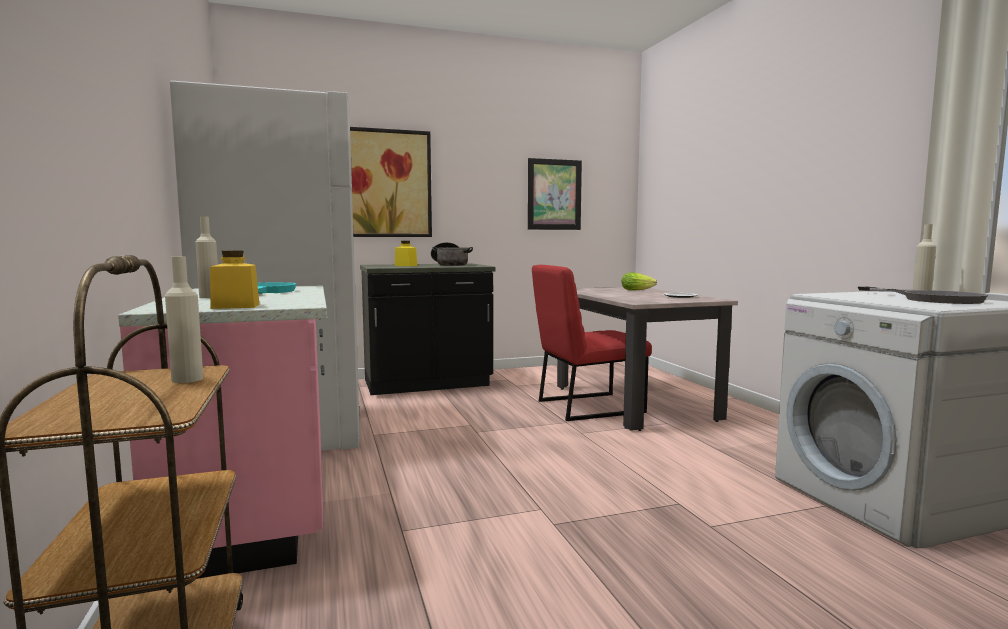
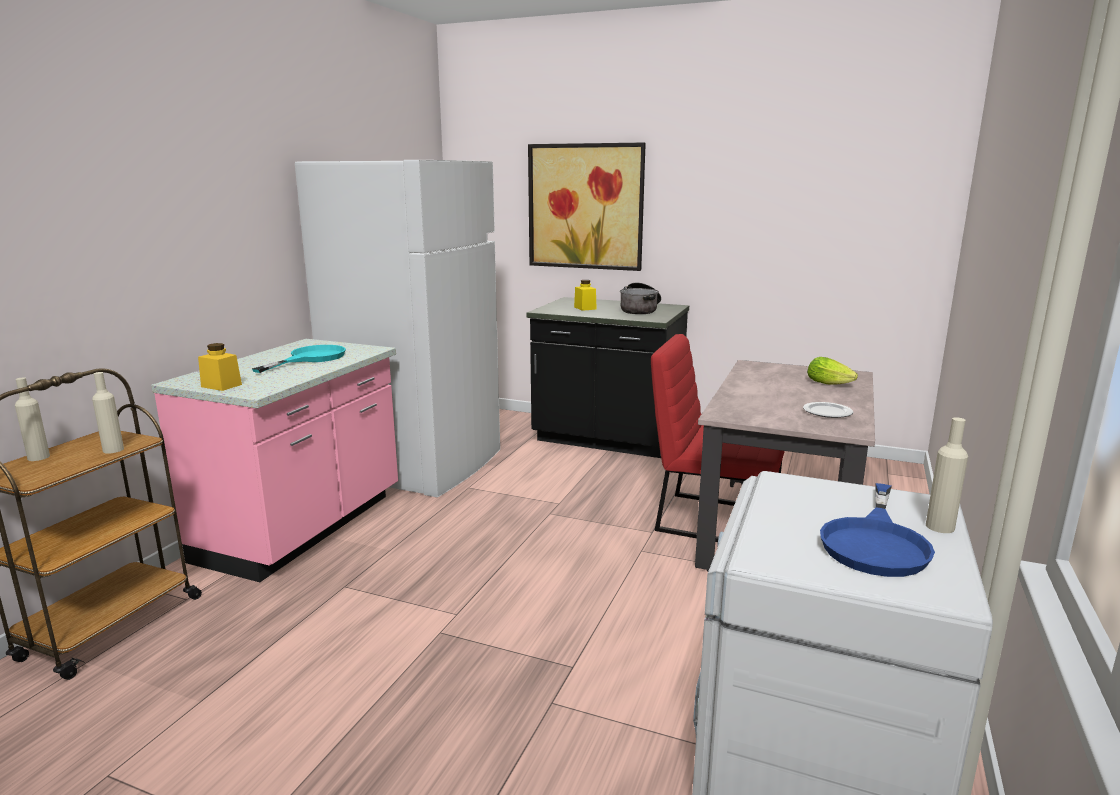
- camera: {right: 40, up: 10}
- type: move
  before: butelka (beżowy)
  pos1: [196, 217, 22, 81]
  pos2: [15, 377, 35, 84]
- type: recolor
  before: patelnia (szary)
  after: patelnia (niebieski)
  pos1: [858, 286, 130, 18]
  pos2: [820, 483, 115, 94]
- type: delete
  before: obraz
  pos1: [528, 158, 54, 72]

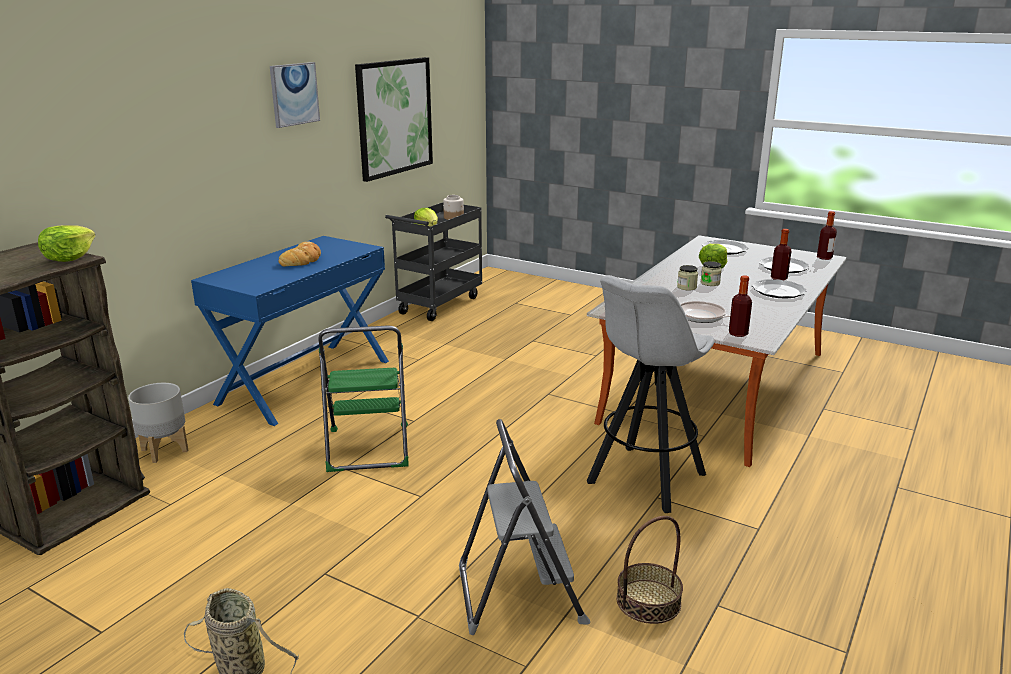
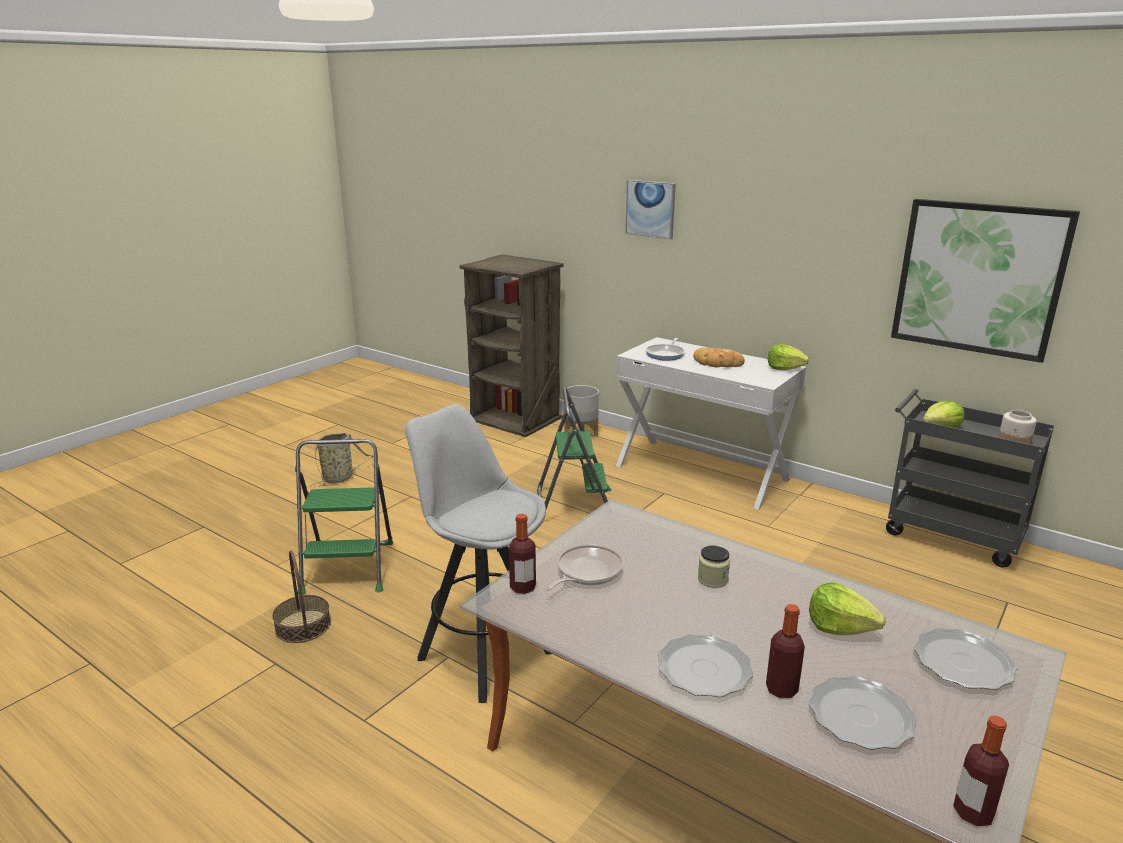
- camera: {right: 95, up: 0}
- type: recolor
  before: drabinka (szary)
  after: drabinka (zielony)
  pos1: [459, 419, 131, 216]
  pos2: [295, 439, 98, 156]
- type: recolor
  before: stolik konsolowy (niebieski)
  after: stolik konsolowy (biały)
  pos1: [191, 236, 198, 190]
  pos2: [616, 337, 190, 173]
- type: move
  before: obraz
  pos1: [270, 62, 50, 66]
  pos2: [625, 180, 51, 59]
- type: insert
  after: patelnia
  pos2: [646, 338, 39, 23]
- type: move
  before: sałata
  pos1: [38, 225, 57, 37]
  pos2: [768, 344, 41, 26]
- type: delete
  before: słoik
  pos1: [700, 261, 22, 25]

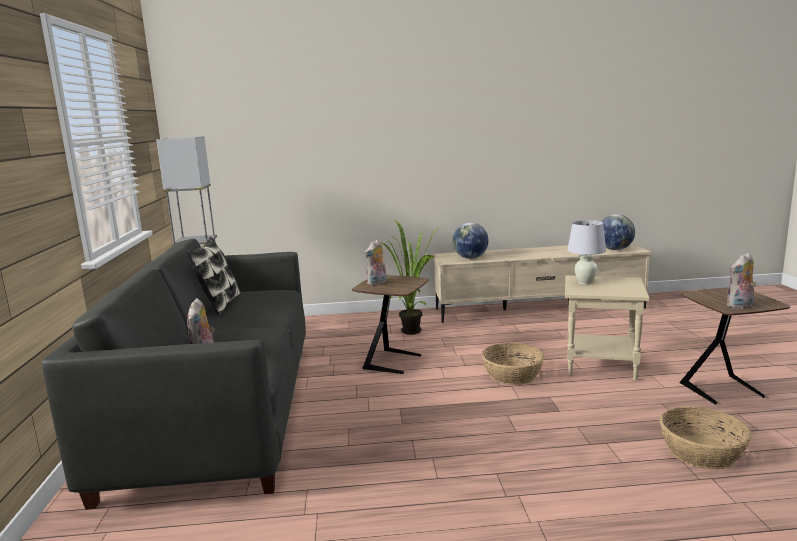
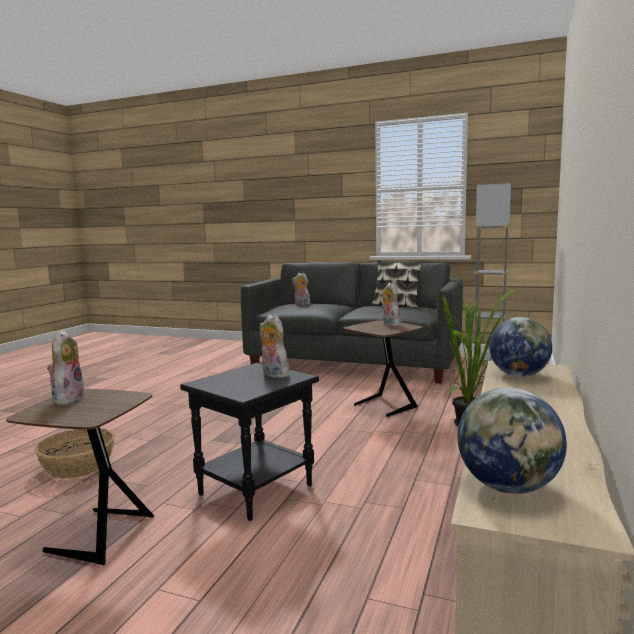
- camera: {right: 115, up: -5}
- type: recolor
  before: stolik (beżowy)
  after: stolik (czarny)
  pos1: [565, 275, 84, 105]
  pos2: [180, 363, 139, 158]
- type: replace
  before: lampa stołowa (biały)
  after: pluszak
  pos1: [567, 220, 39, 65]
  pos2: [260, 314, 31, 64]
- type: delete
  before: koszyk
  pos1: [481, 343, 63, 42]

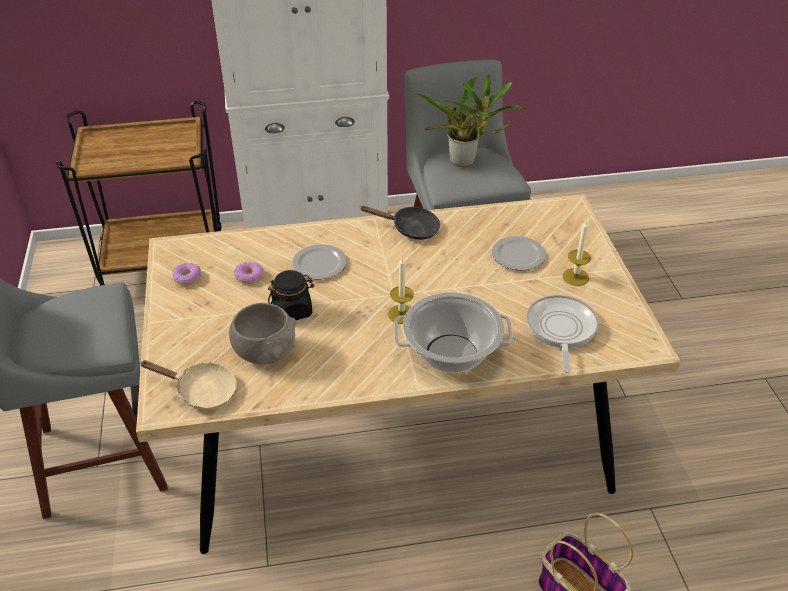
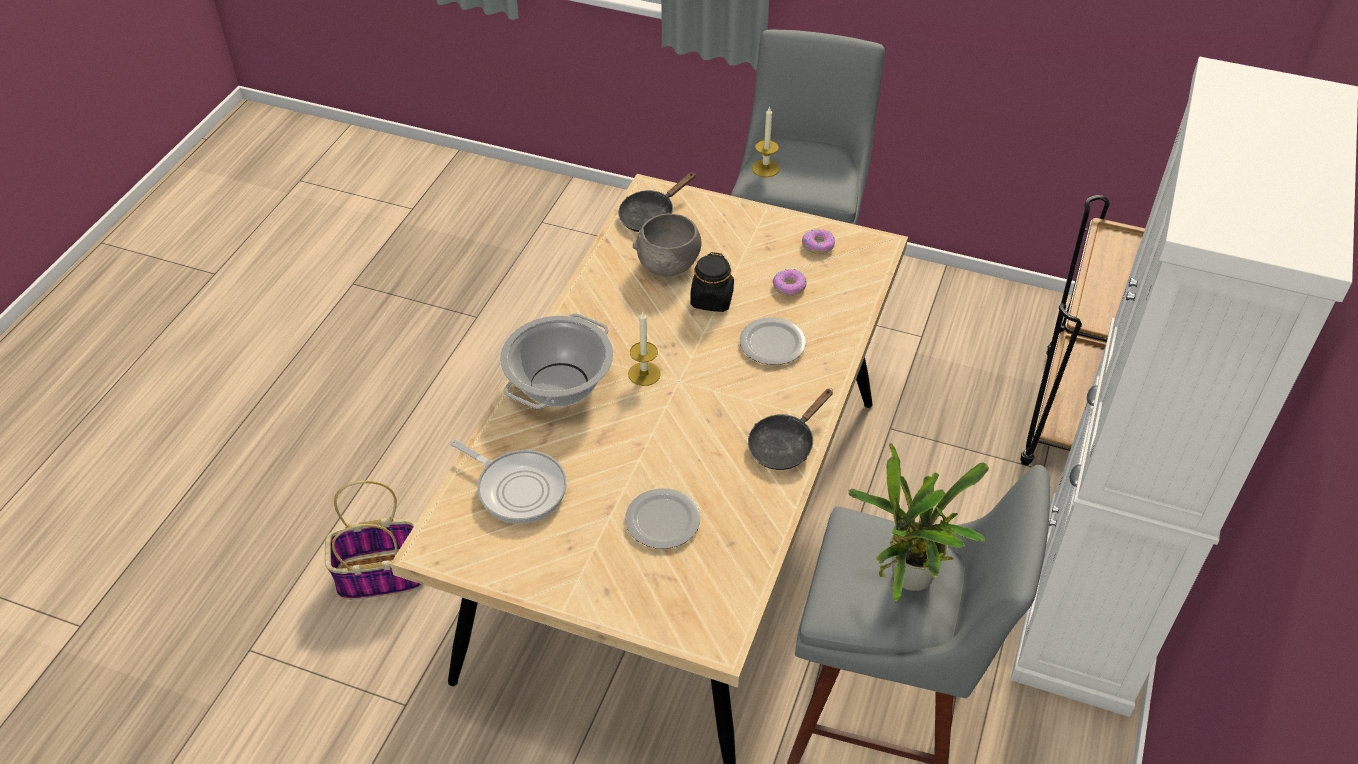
- camera: {right: 120, up: 5}
- type: recolor
  before: patelnia (beżowy)
  after: patelnia (czarny)
  pos1: [140, 360, 97, 50]
  pos2: [618, 172, 77, 60]
- type: move
  before: świeca
  pos1: [562, 220, 29, 66]
  pos2: [752, 106, 28, 71]

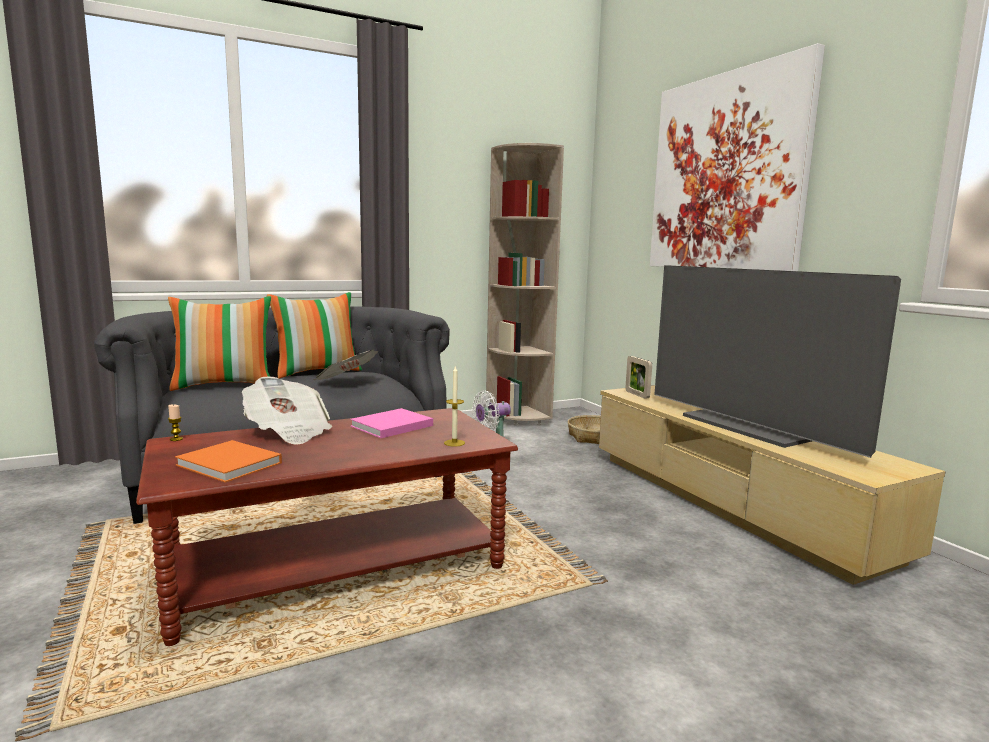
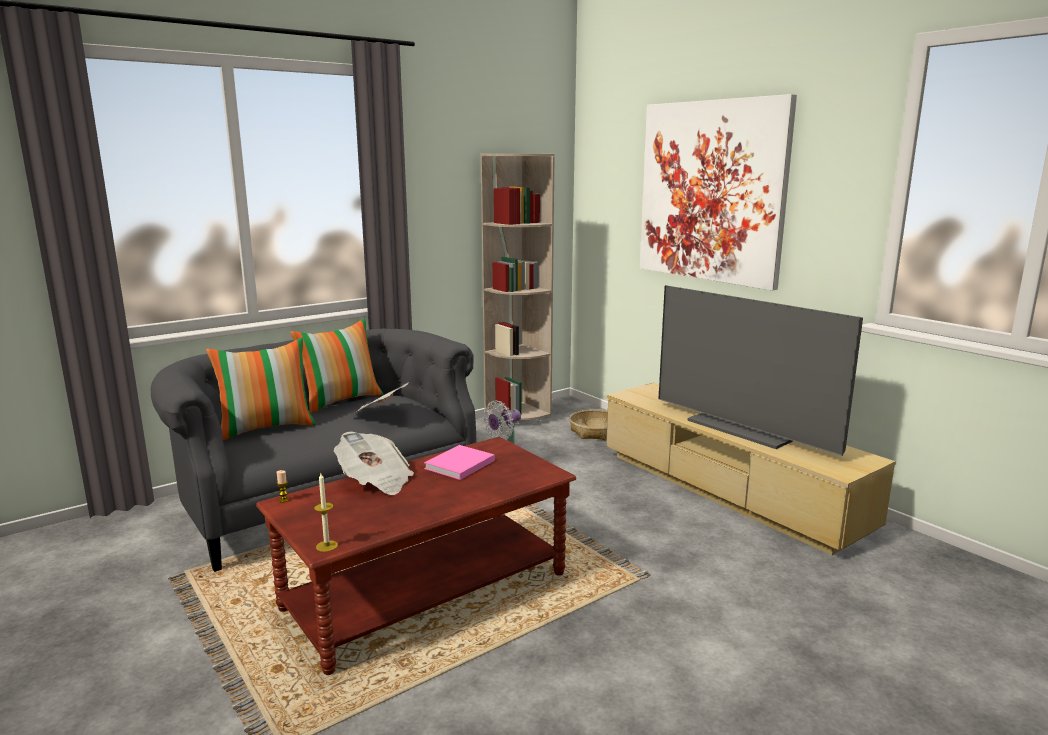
- camera: {right: -10, up: 5}
- type: move
  before: świeca
  pos1: [444, 366, 21, 81]
  pos2: [314, 473, 24, 79]
- type: delete
  before: książka (pomarańczowy)
  pos1: [175, 440, 107, 43]
- type: delete
  before: ramka na zdjęcie
  pos1: [625, 356, 27, 43]

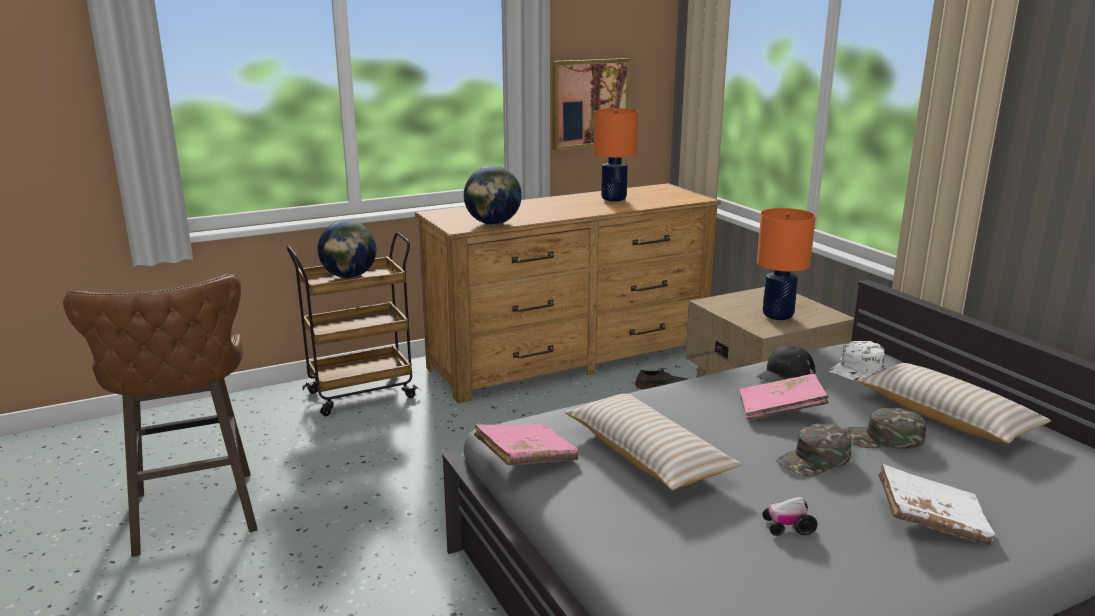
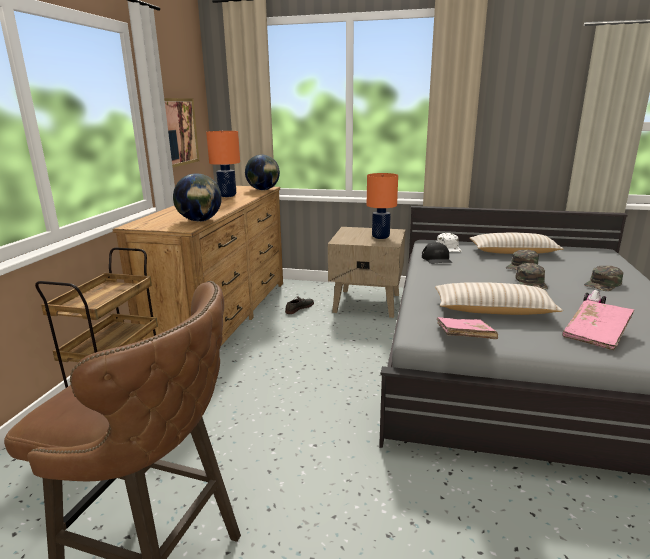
- camera: {right: -50, up: 0}
- type: move
  before: globus
  pos1: [318, 220, 58, 58]
  pos2: [245, 155, 35, 35]
- type: move
  before: książka (różowy)
  pos1: [739, 374, 90, 46]
  pos2: [562, 300, 72, 50]
- type: replace
  before: książka (biały)
  after: czapka z daszkiem (zielony)
  pos1: [878, 464, 117, 82]
  pos2: [584, 266, 39, 25]

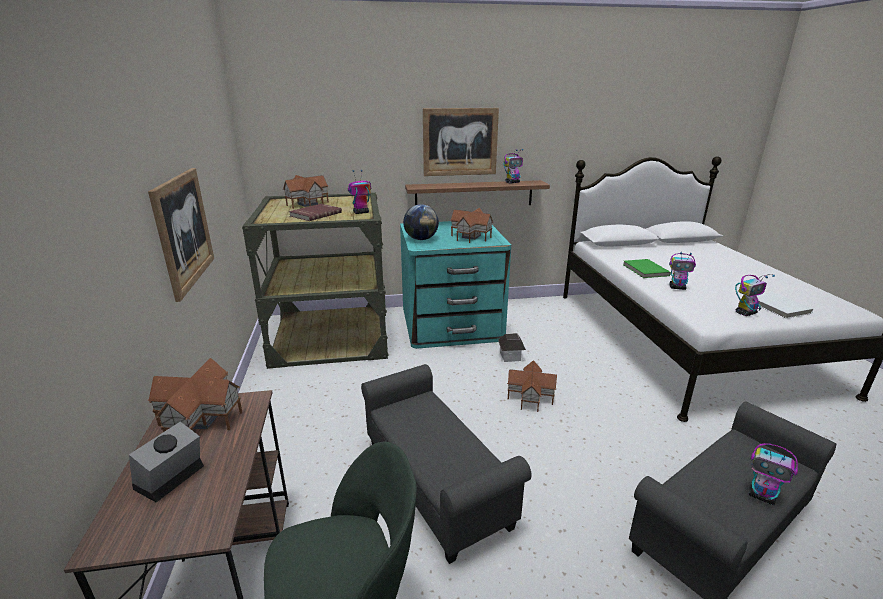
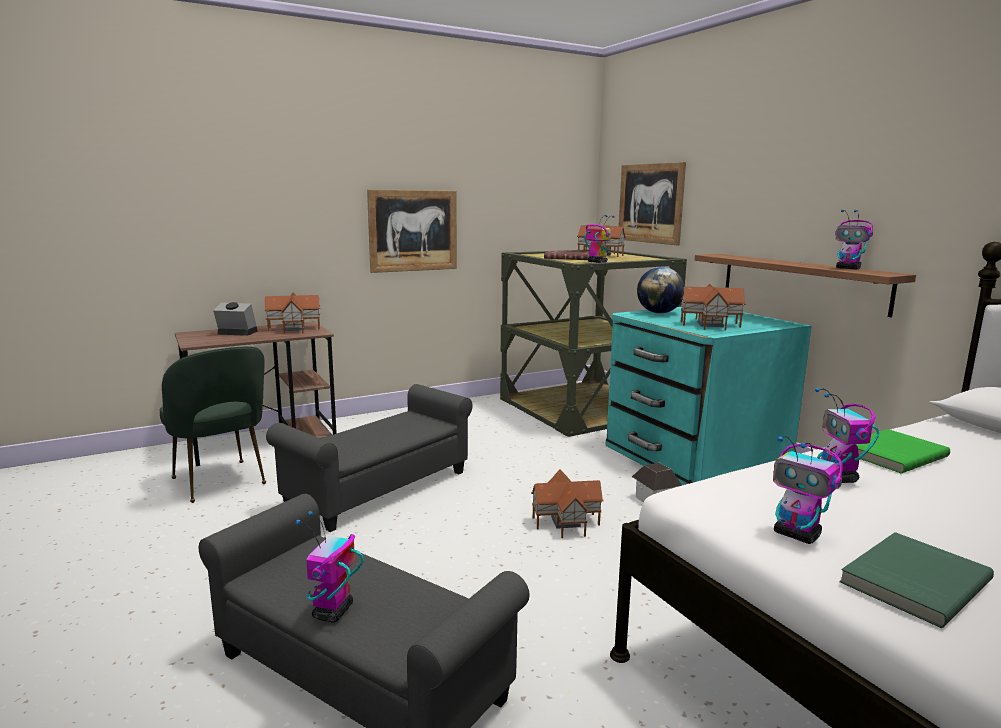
- camera: {right: 70, up: -10}
- type: move
  before: obraz
  pos1: [423, 108, 76, 68]
  pos2: [619, 162, 67, 83]
- type: recolor
  before: książka (biały)
  after: książka (zielony)
  pos1: [757, 291, 56, 27]
  pos2: [840, 532, 154, 96]

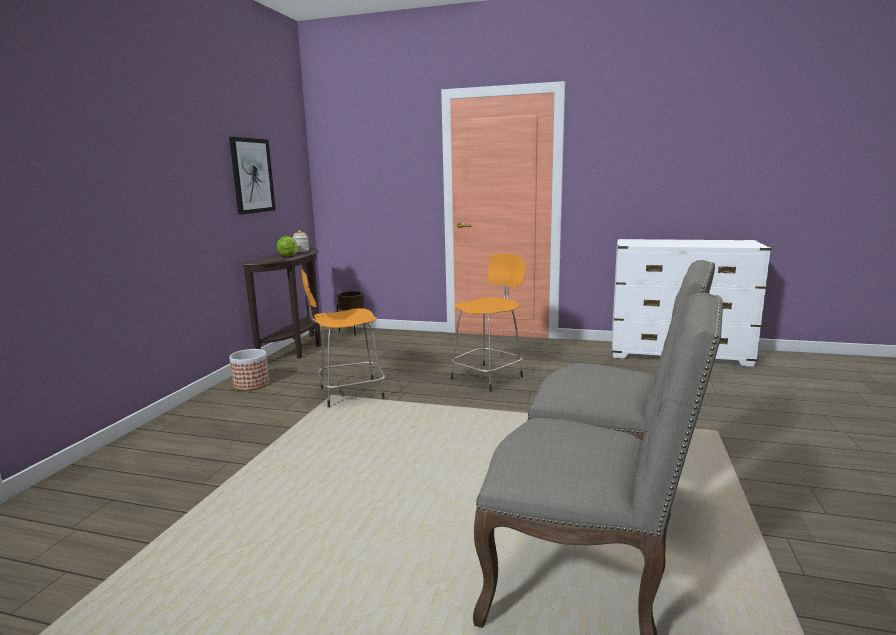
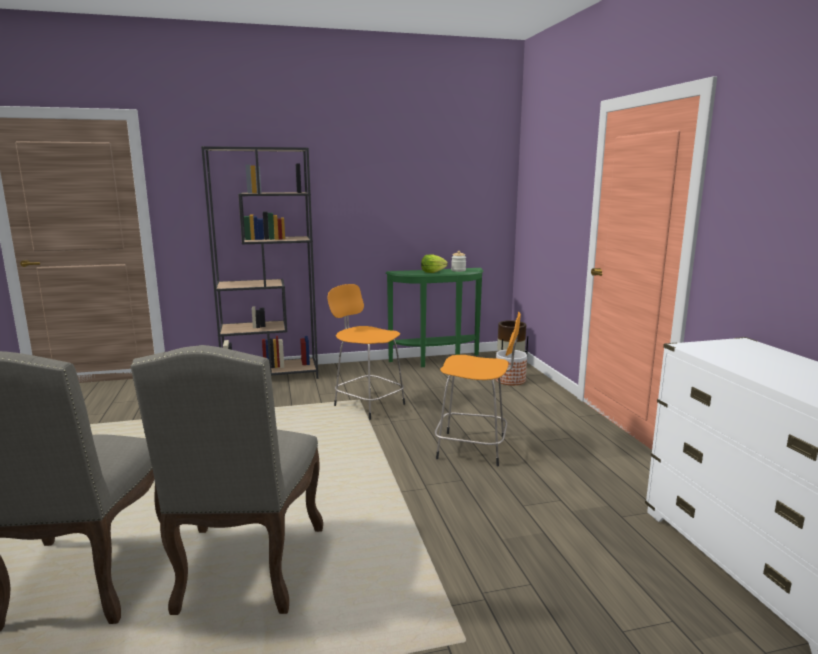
- camera: {right: 60, up: 0}
- type: insert
  after: regał
  pos2: [201, 146, 117, 233]
- type: recolor
  before: stolik konsolowy (brązowy)
  after: stolik konsolowy (zielony)
  pos1: [242, 248, 79, 110]
  pos2: [385, 268, 98, 99]
- type: move
  before: donica
  pos1: [229, 349, 40, 42]
  pos2: [495, 350, 32, 35]
- type: delete
  before: obraz
  pos1: [229, 137, 47, 78]

